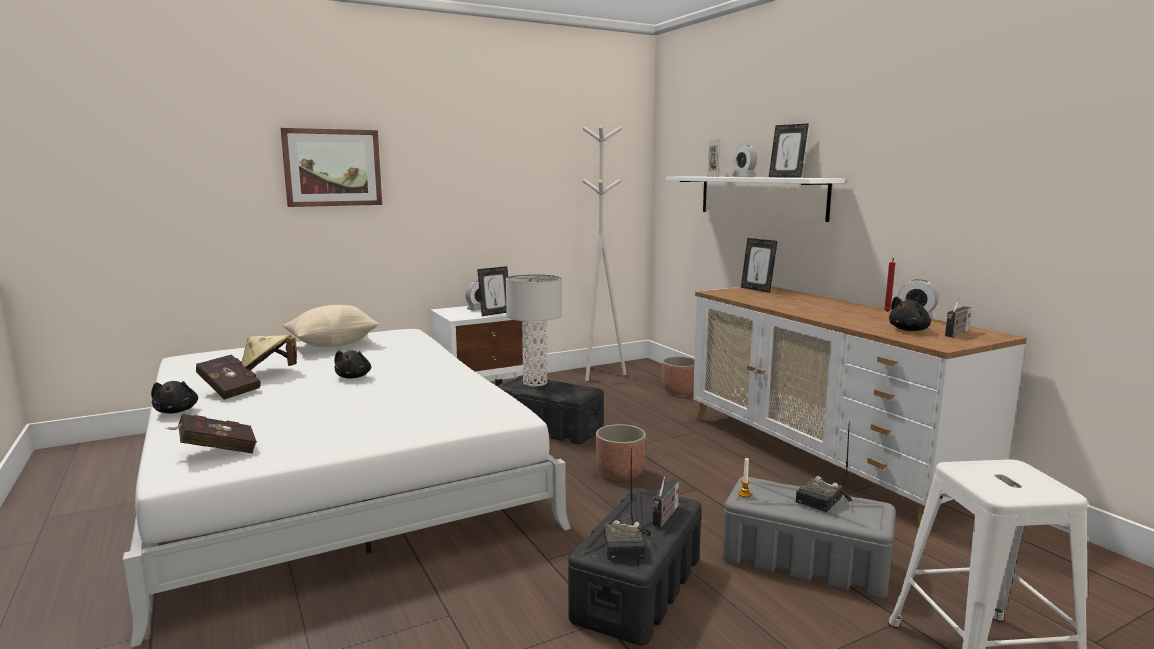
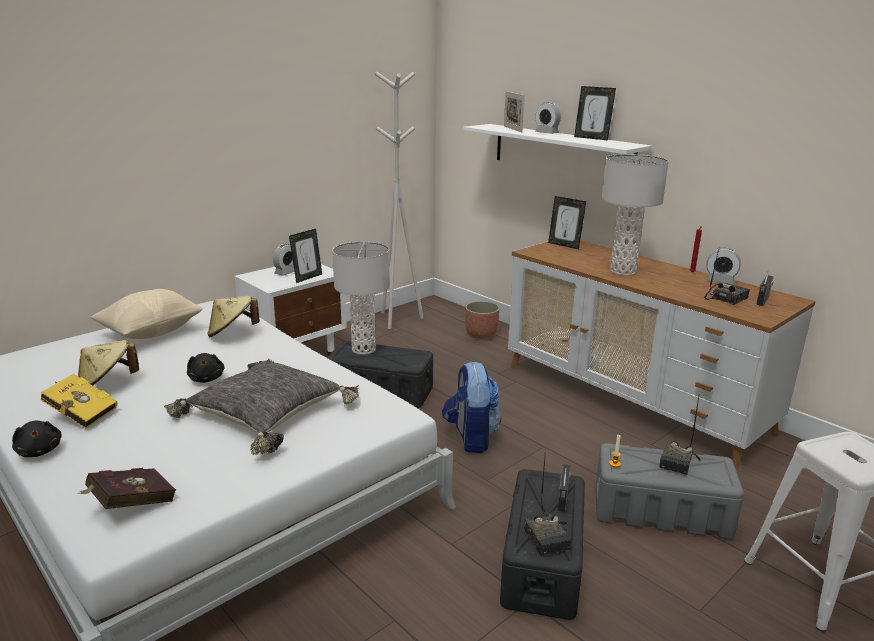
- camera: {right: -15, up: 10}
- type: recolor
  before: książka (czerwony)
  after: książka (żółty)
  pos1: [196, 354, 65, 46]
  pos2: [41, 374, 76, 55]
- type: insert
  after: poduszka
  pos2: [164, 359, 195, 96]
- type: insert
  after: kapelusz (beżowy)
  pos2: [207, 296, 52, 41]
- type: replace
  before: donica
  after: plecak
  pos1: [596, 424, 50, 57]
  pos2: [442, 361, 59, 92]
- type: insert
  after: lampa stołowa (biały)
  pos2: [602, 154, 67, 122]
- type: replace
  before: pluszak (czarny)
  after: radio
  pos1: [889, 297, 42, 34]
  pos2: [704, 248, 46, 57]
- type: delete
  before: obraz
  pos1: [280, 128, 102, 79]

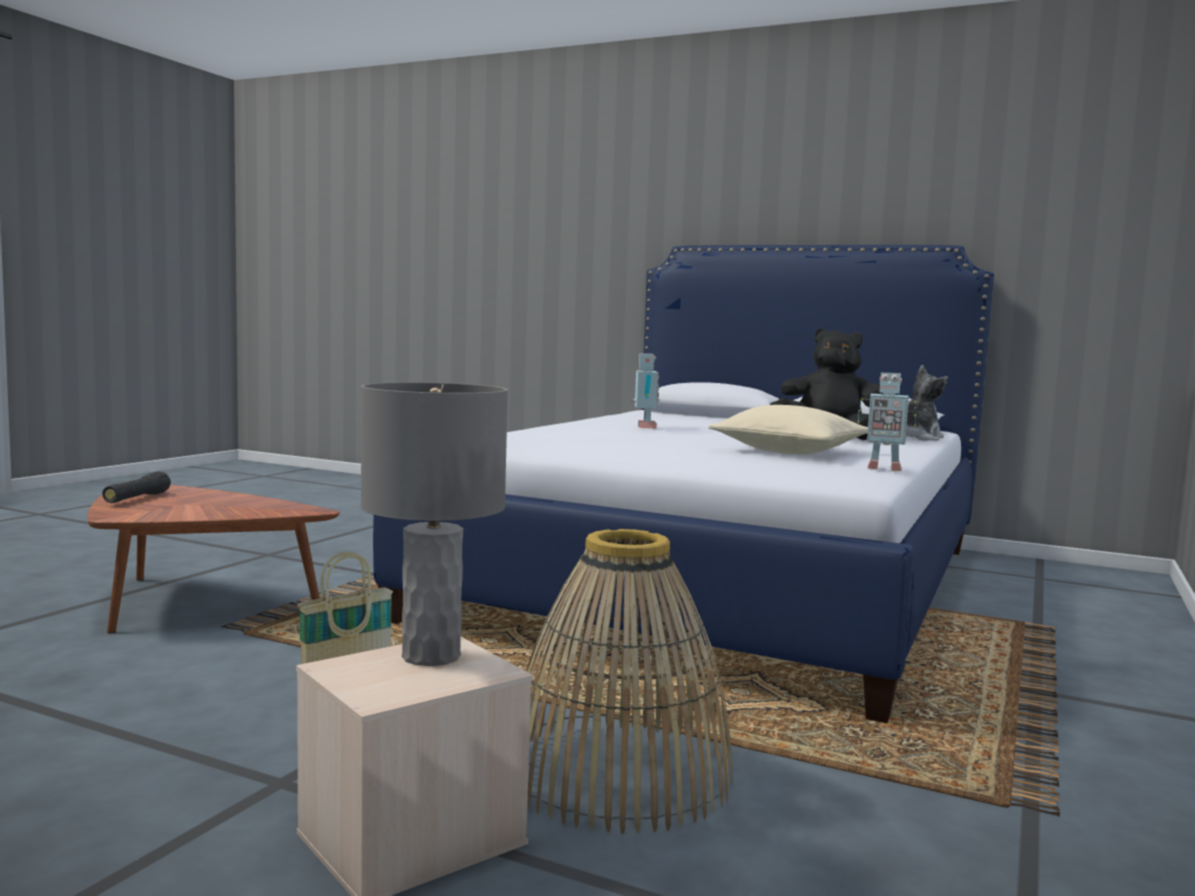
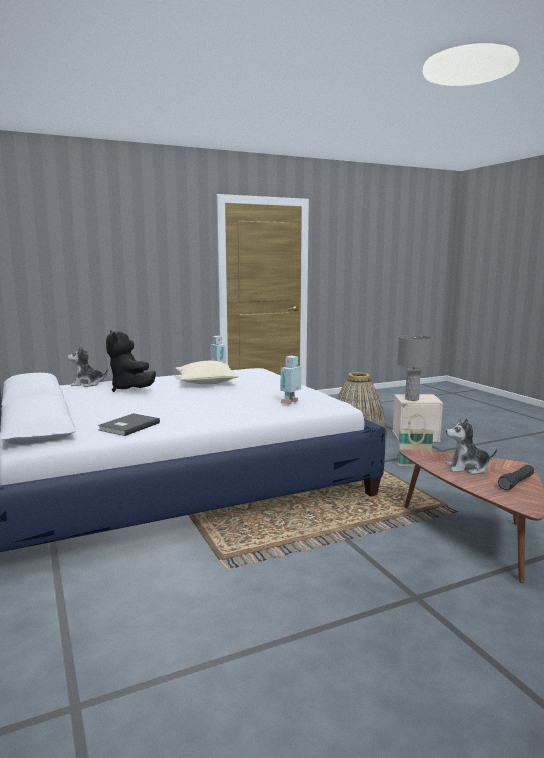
- camera: {right: -140, up: 5}
- type: insert
  after: książka (szary)
  pos2: [98, 413, 62, 23]
- type: move
  before: robot zabawkowy
  pos1: [631, 354, 29, 75]
  pos2: [281, 355, 20, 49]
- type: insert
  after: pluszak
  pos2: [445, 418, 53, 56]

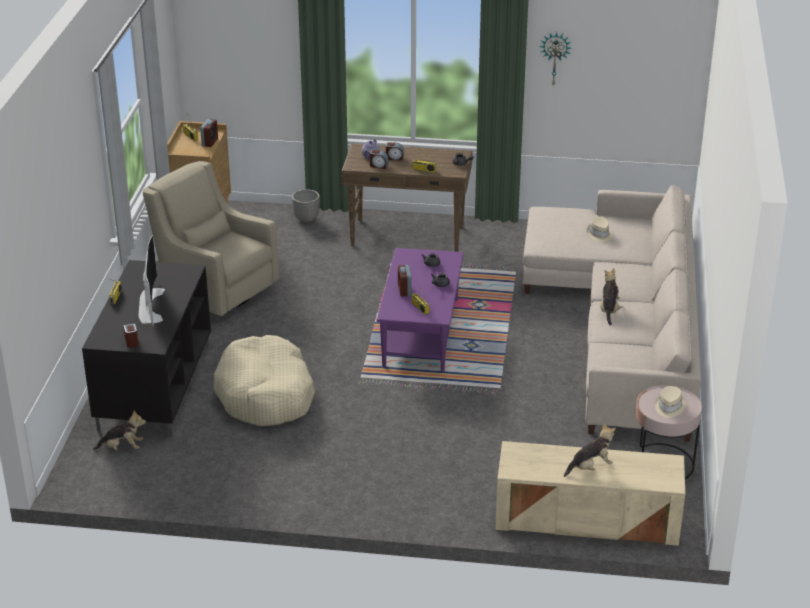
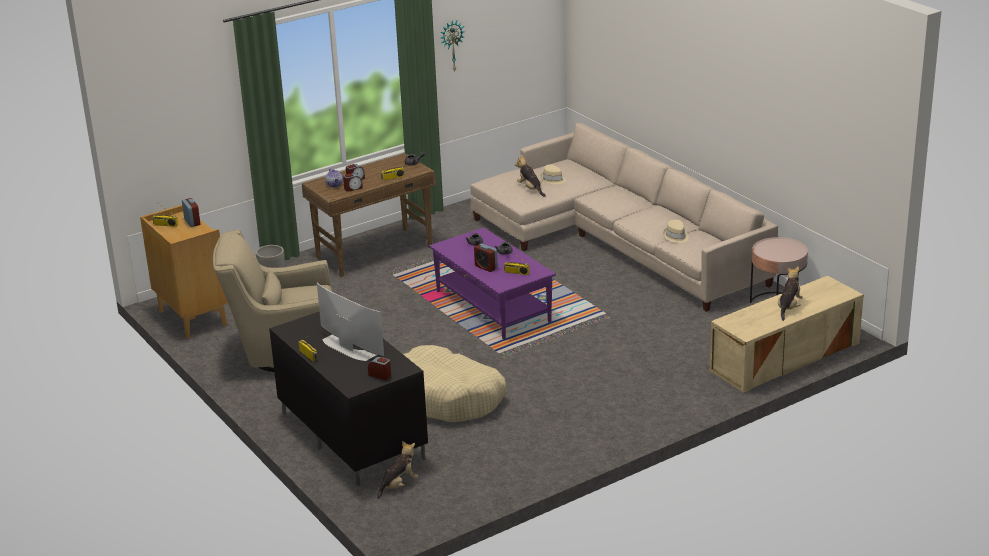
- camera: {right: -40, up: -5}
- type: move
  before: pluszak
  pos1: [600, 268, 23, 58]
  pos2: [515, 155, 31, 42]
- type: move
  before: kapelusz (beżowy)
  pos1: [655, 386, 31, 32]
  pos2: [663, 220, 26, 23]

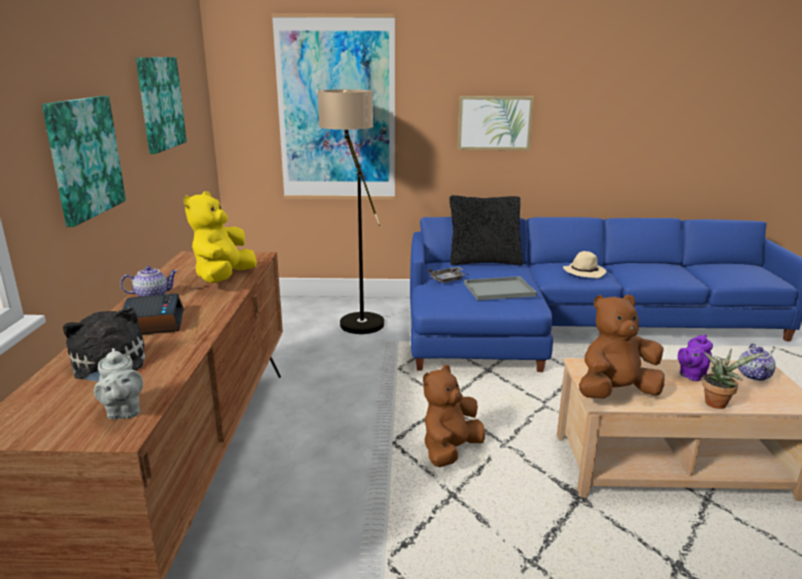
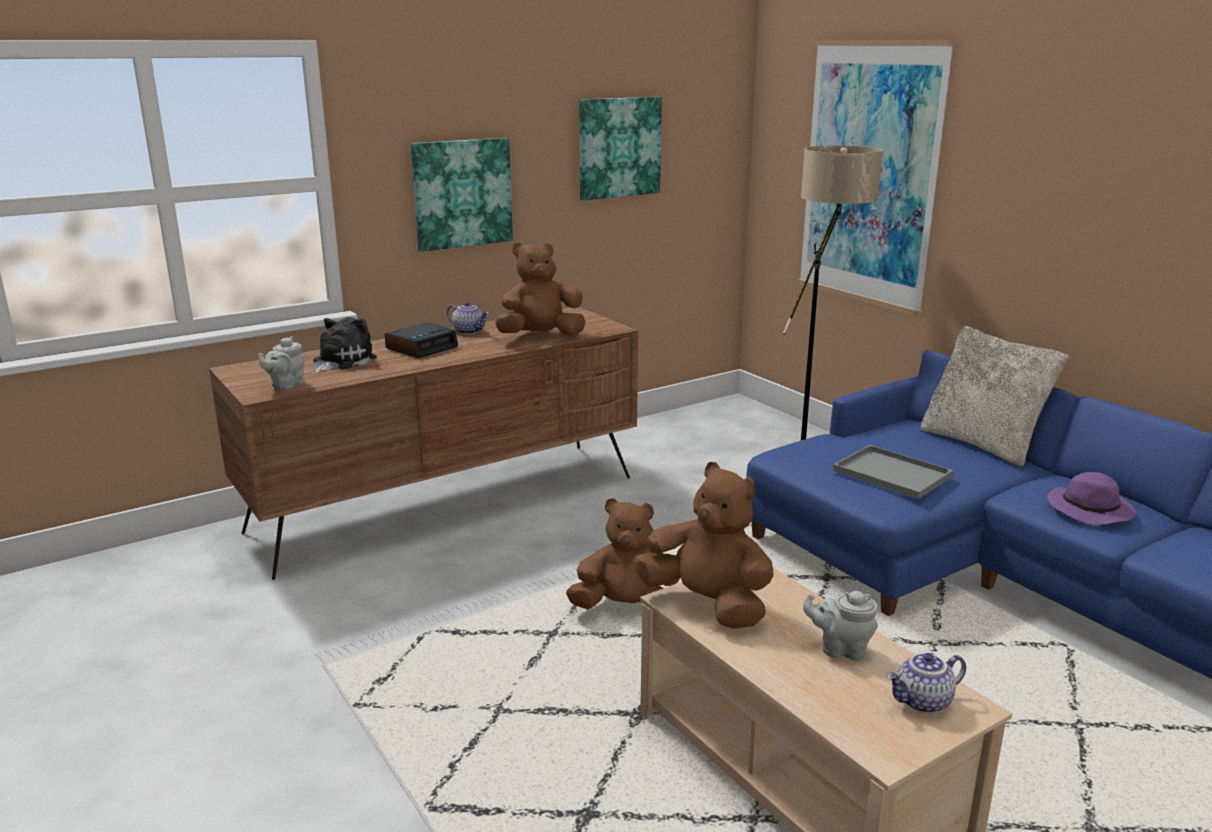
- camera: {right: 55, up: 0}
- type: recolor
  before: pluszak (żółty)
  after: pluszak (brązowy)
  pos1: [184, 191, 73, 92]
  pos2: [495, 243, 91, 92]
- type: recolor
  before: imbryk (fioletowy)
  after: imbryk (szary)
  pos1: [678, 334, 35, 47]
  pos2: [803, 591, 75, 70]
- type: recolor
  before: poduszka (czarny)
  after: poduszka (beżowy)
  pos1: [449, 195, 74, 70]
  pos2: [920, 326, 149, 140]
- type: recolor
  before: kapelusz (beżowy)
  after: kapelusz (fioletowy)
  pos1: [563, 251, 43, 27]
  pos2: [1047, 472, 88, 53]
- type: delete
  before: taca (szary)
  pos1: [428, 267, 38, 16]
- type: delete
  before: obraz
  pos1: [457, 96, 77, 54]
- type: delete
  before: roślina doniczkowa
  pos1: [702, 348, 62, 61]

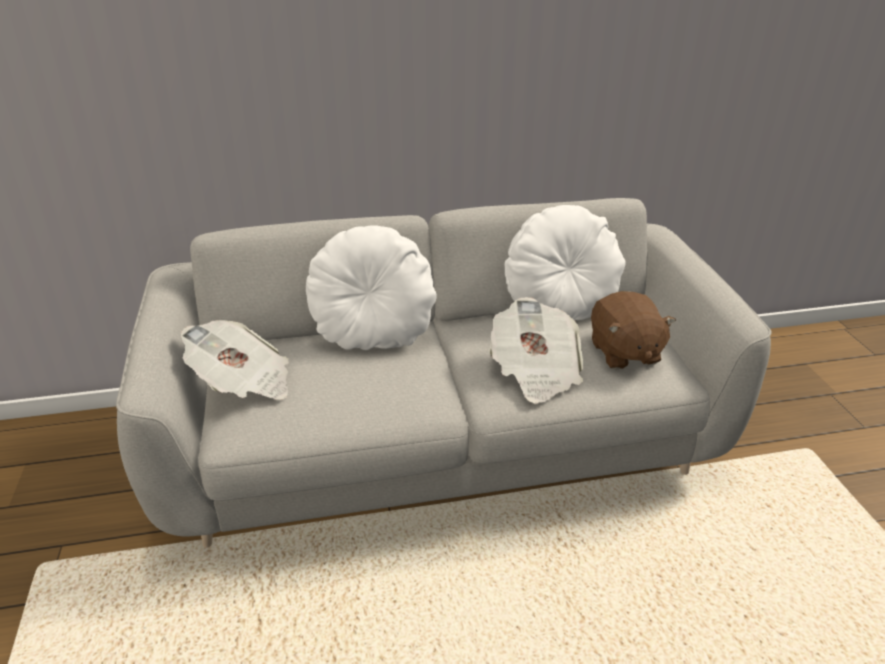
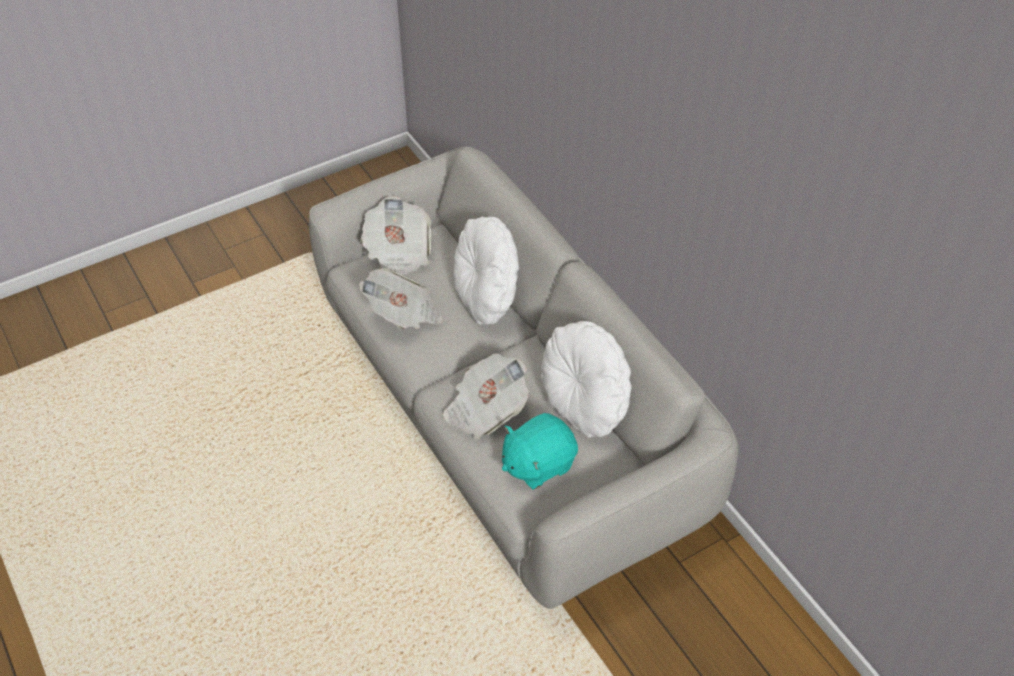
- camera: {right: 70, up: 15}
- type: insert
  after: gazeta
  pos2: [359, 268, 84, 61]
- type: recolor
  before: pluszak (brązowy)
  after: pluszak (turkusowy)
  pos1: [591, 291, 85, 79]
  pos2: [502, 413, 76, 77]

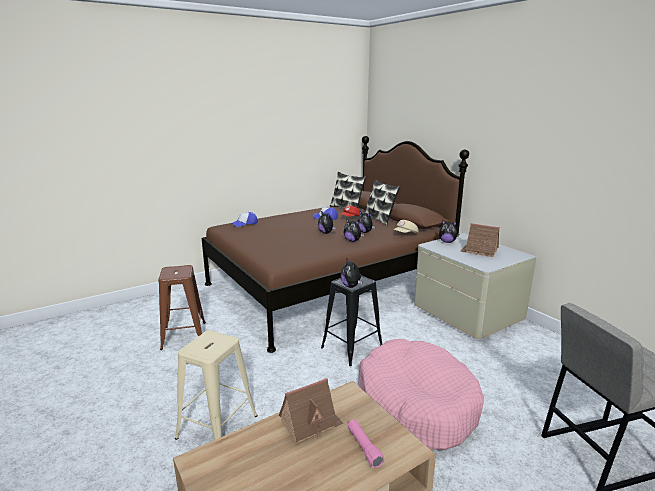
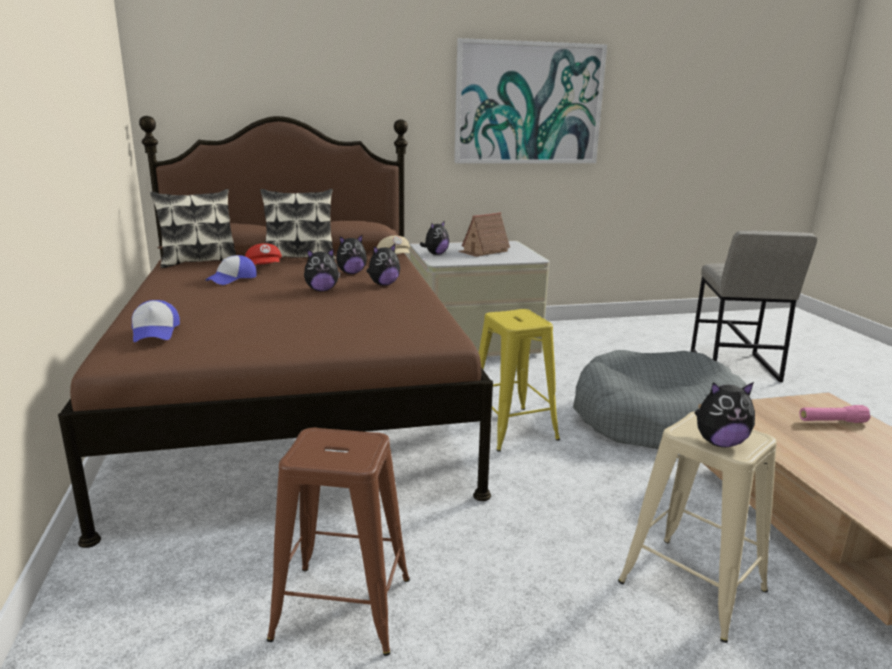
- camera: {right: -70, up: 0}
- type: insert
  after: obraz
  pos2: [454, 38, 153, 125]
- type: recolor
  before: stołek (czarny)
  after: stołek (żółty)
  pos1: [321, 276, 61, 90]
  pos2: [479, 309, 81, 143]
- type: recolor
  before: legowisko (różowy)
  after: legowisko (szary)
  pos1: [359, 339, 125, 111]
  pos2: [573, 350, 173, 99]
- type: move
  before: pluszak
  pos1: [341, 258, 21, 30]
  pos2: [695, 382, 60, 65]
- type: delete
  before: domek
  pos1: [279, 378, 64, 66]

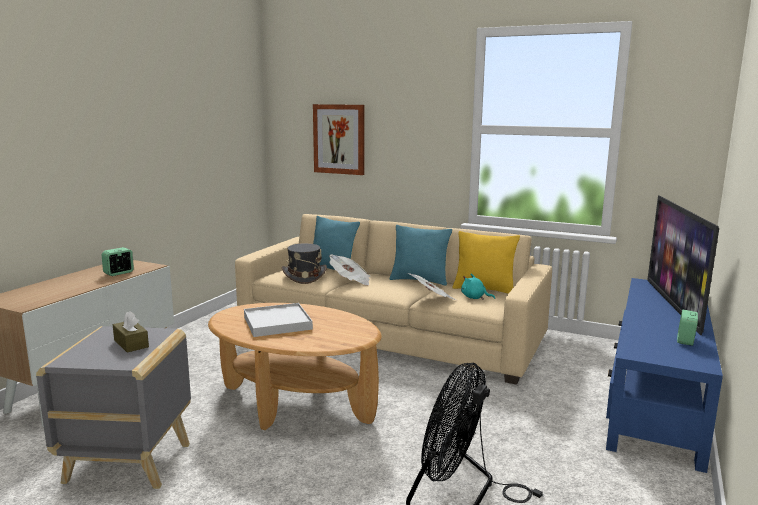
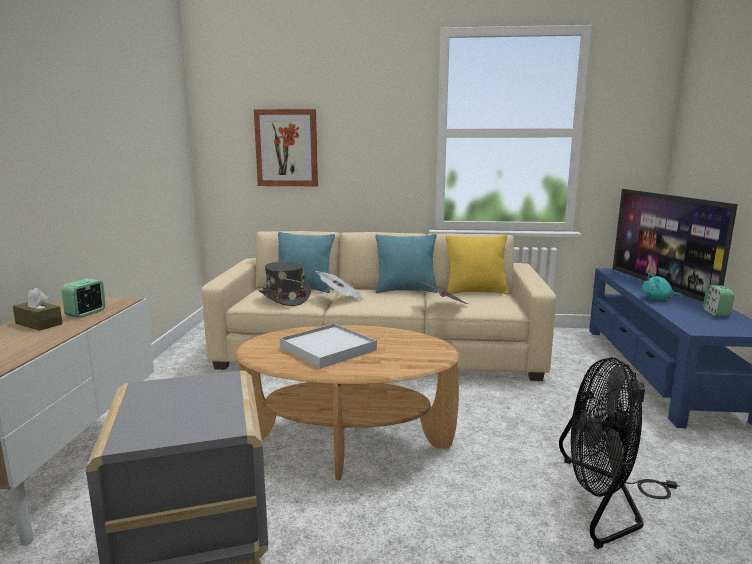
- camera: {right: -20, up: 0}
- type: move
  before: pudełko chusteczek (brązowy)
  pos1: [113, 311, 36, 42]
  pos2: [13, 288, 50, 43]
- type: move
  before: pluszak (turkusowy)
  pos1: [461, 274, 34, 26]
  pos2: [642, 273, 40, 27]

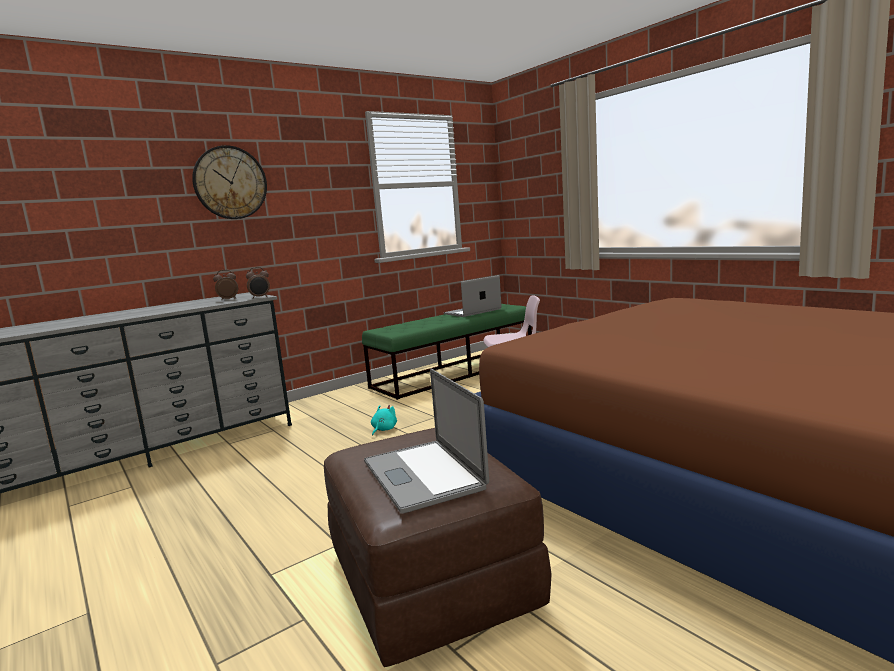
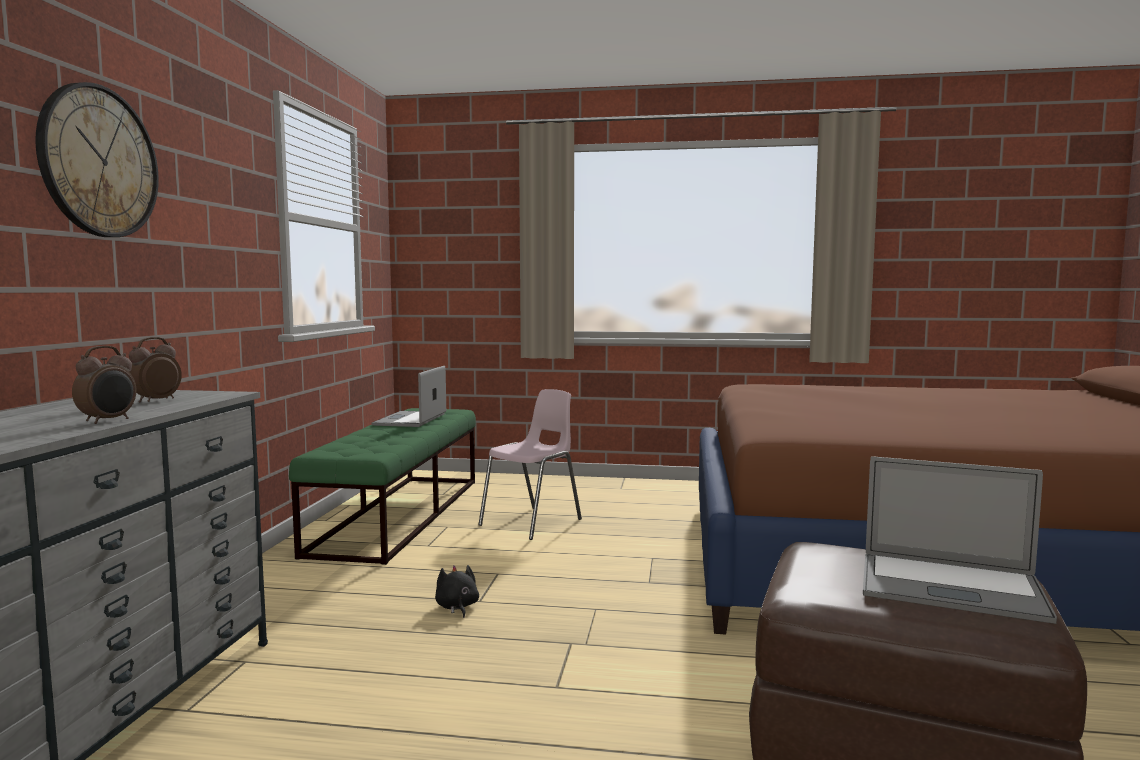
- camera: {right: -45, up: -5}
- type: move
  before: budzik
  pos1: [246, 267, 24, 32]
  pos2: [72, 346, 65, 78]
- type: recolor
  before: pluszak (turkusowy)
  after: pluszak (czarny)
  pos1: [371, 405, 26, 31]
  pos2: [435, 565, 44, 53]

